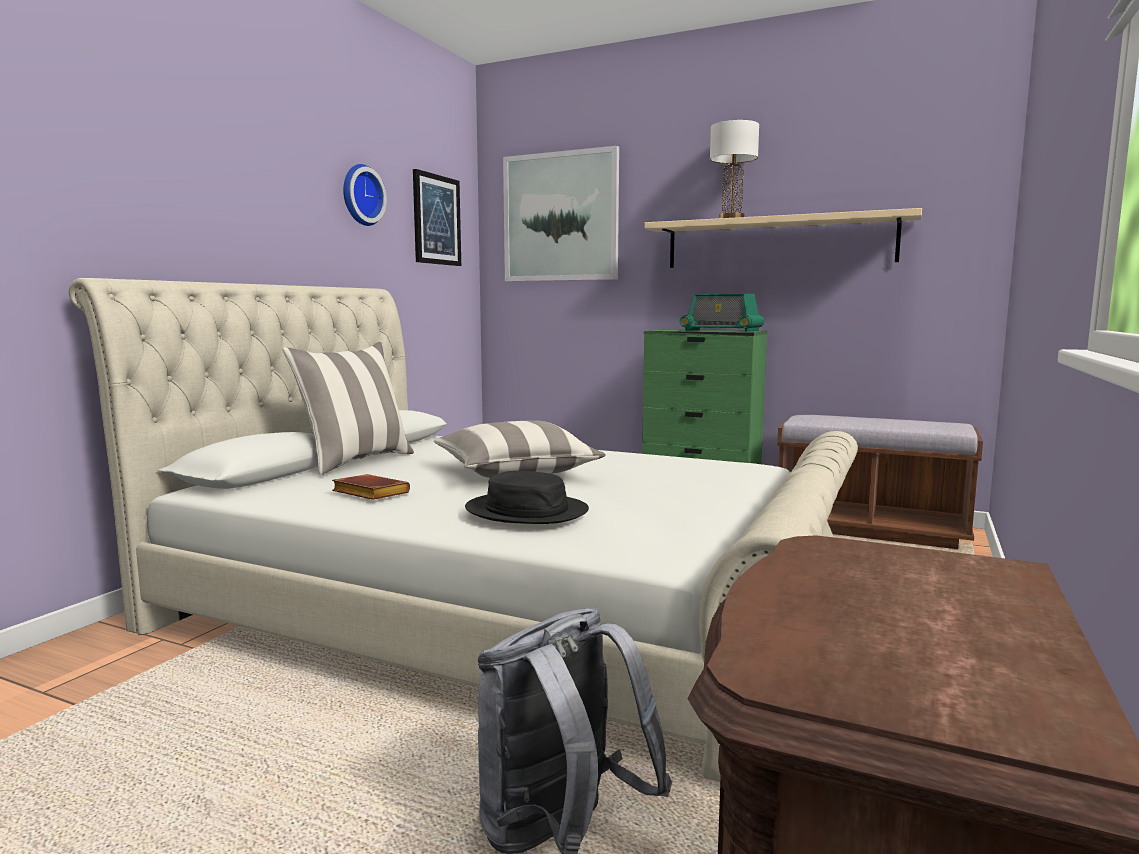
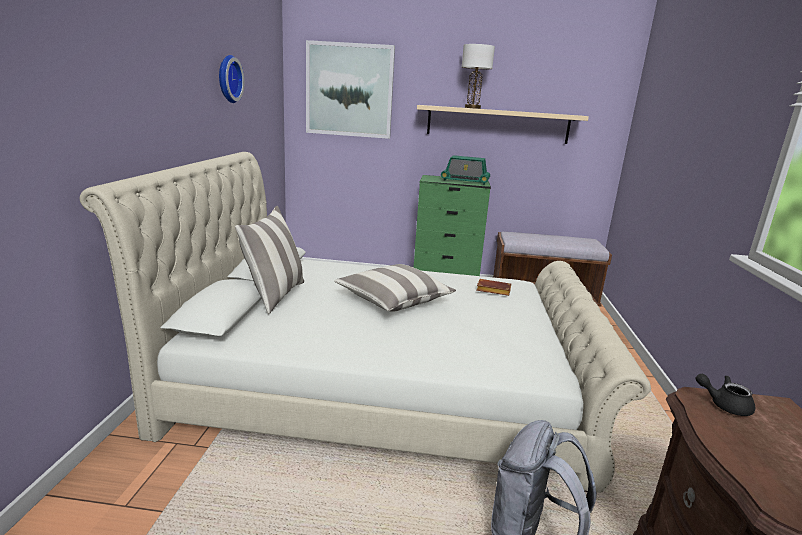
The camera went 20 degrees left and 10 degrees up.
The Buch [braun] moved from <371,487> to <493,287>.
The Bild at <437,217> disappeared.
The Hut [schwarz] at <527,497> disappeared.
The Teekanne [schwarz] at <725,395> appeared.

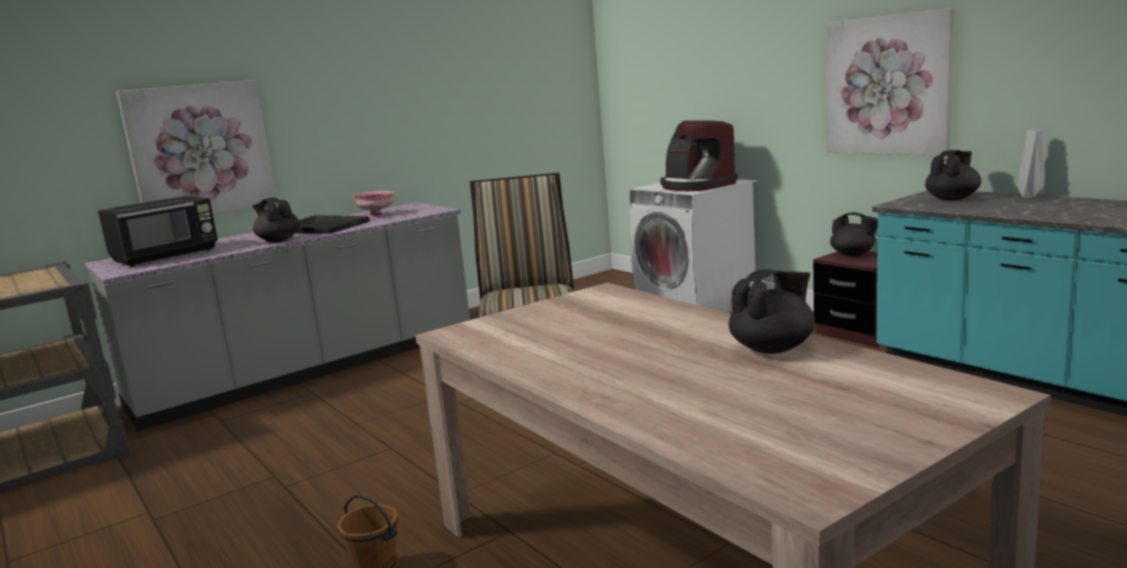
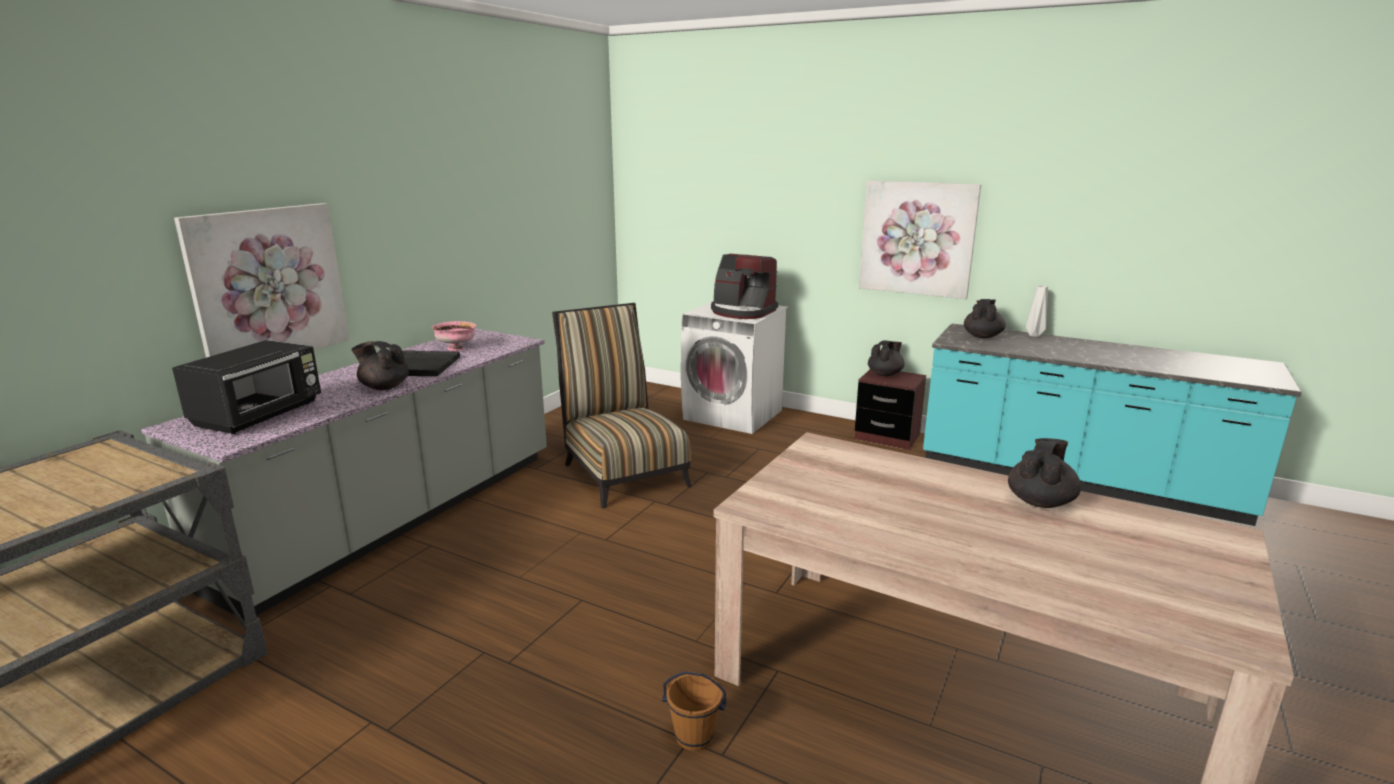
The camera went 25 degrees left and 5 degrees up.
The Teekanne [schwarz] at <854,234> turned 60 degrees counterclockwise.

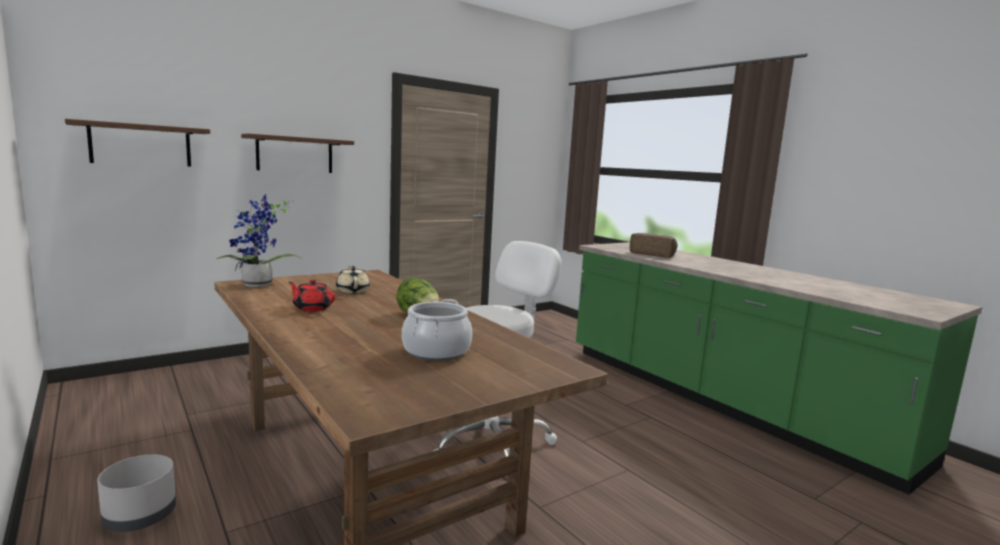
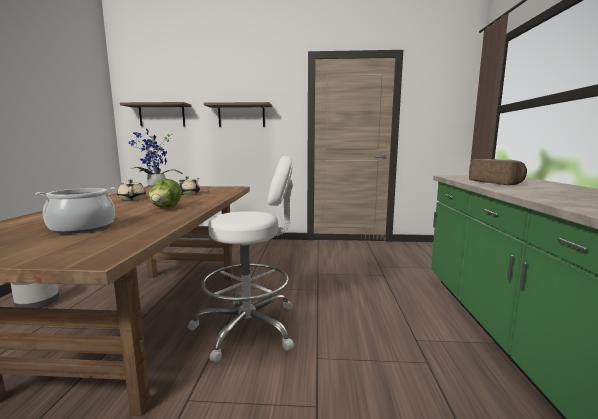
The camera went 40 degrees right and 0 degrees up.
The Teekanne [rot] at <312,296> became the Teekanne [beige] at <131,189>.

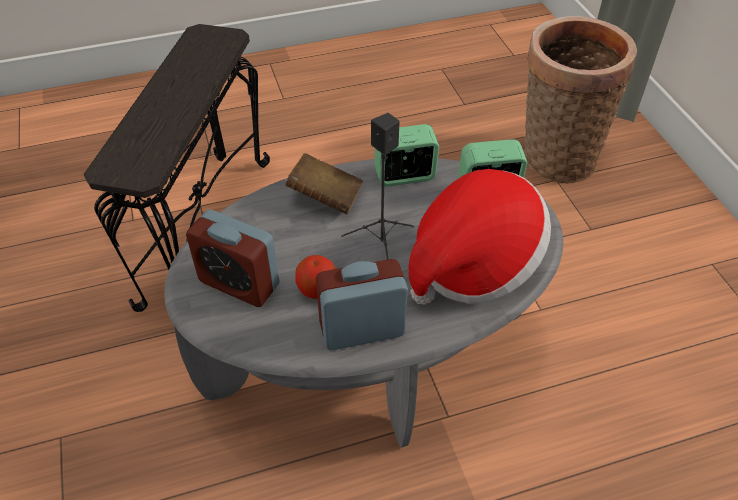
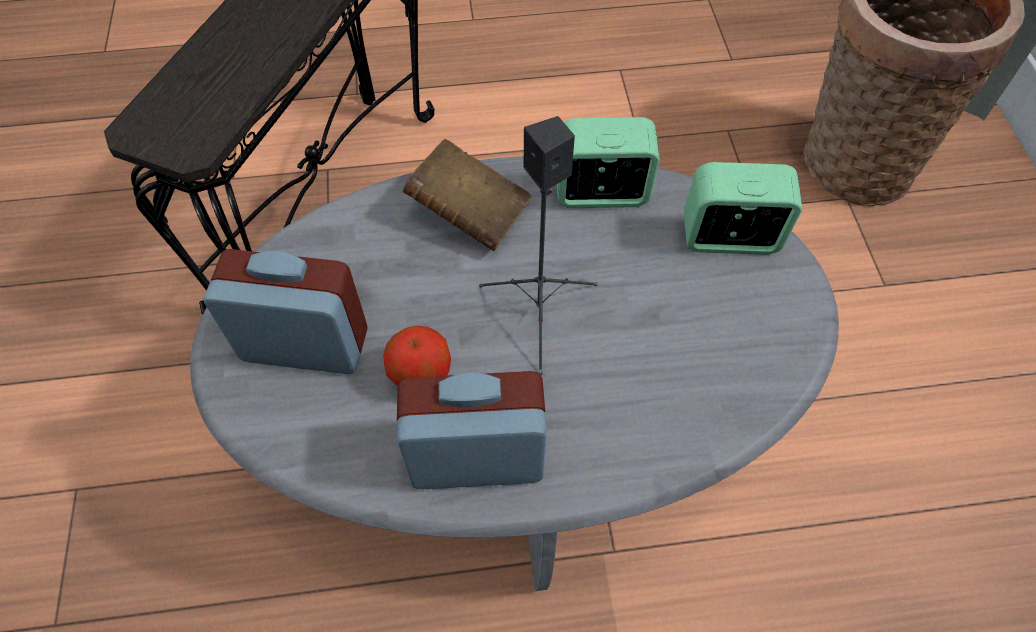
The camera went 10 degrees right and 10 degrees up.
The Wecker at <233,258> turned 150 degrees clockwise.
The Hut at <479,237> disappeared.

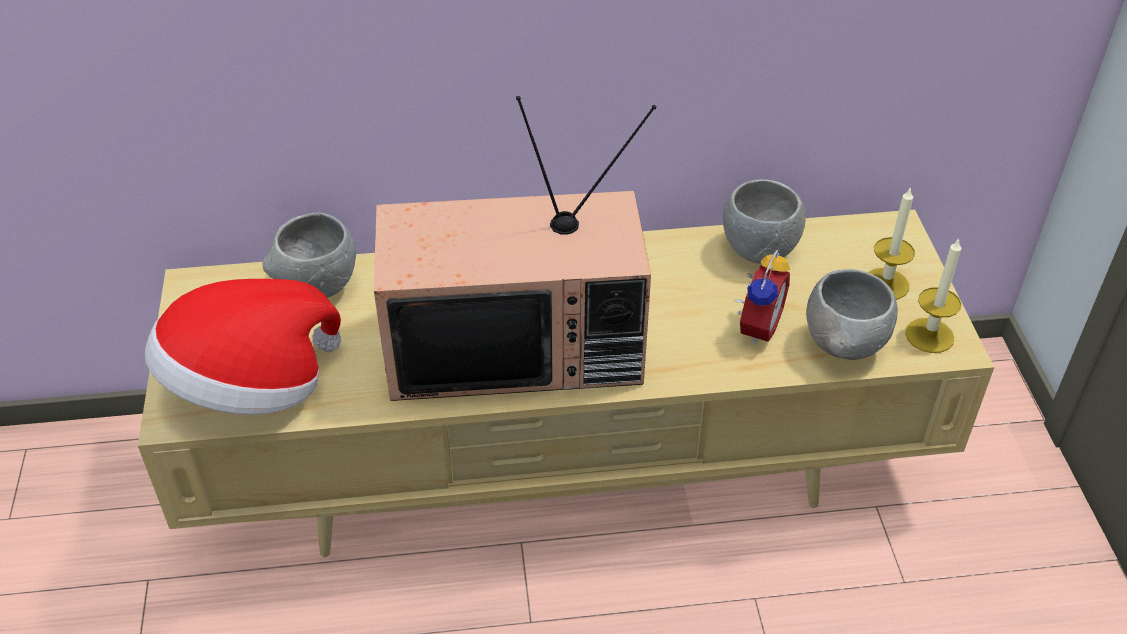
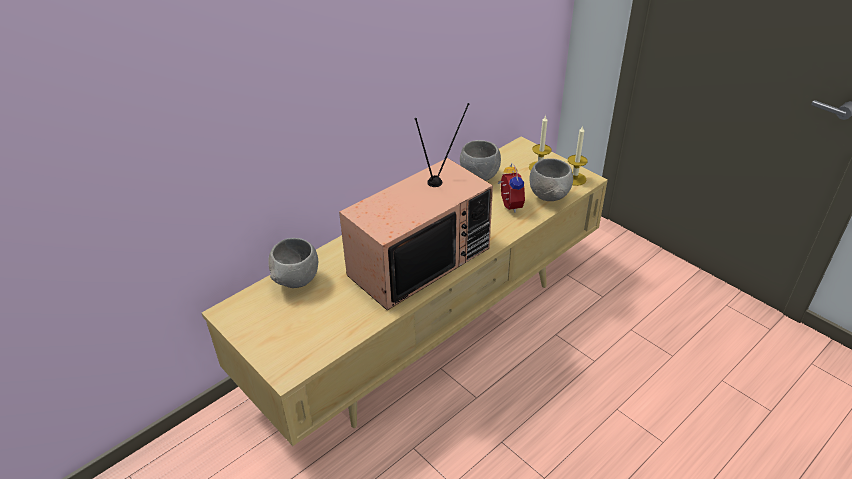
The camera went 35 degrees left and 5 degrees down.
The Hut at <243,347> disappeared.

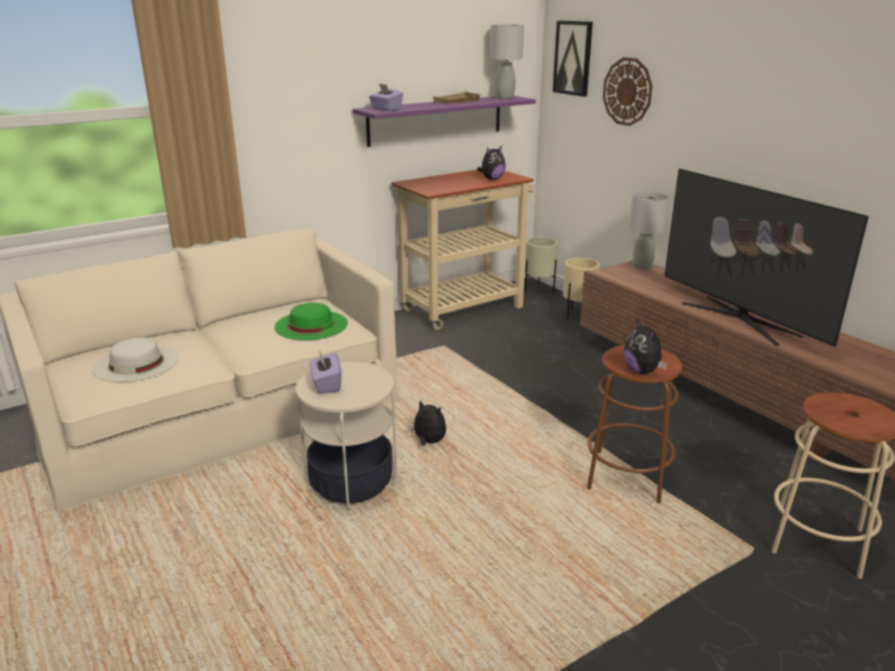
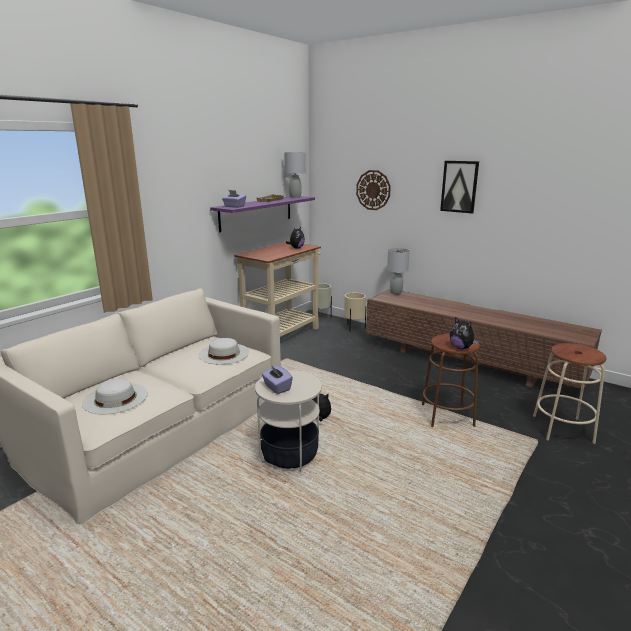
The camera went 20 degrees left and 5 degrees down.
The Hut [grün] at <311,321> became the Hut [weiß] at <223,351>.
The Bild moved from <573,58> to <459,187>.
The Fernseher at <766,258> disappeared.

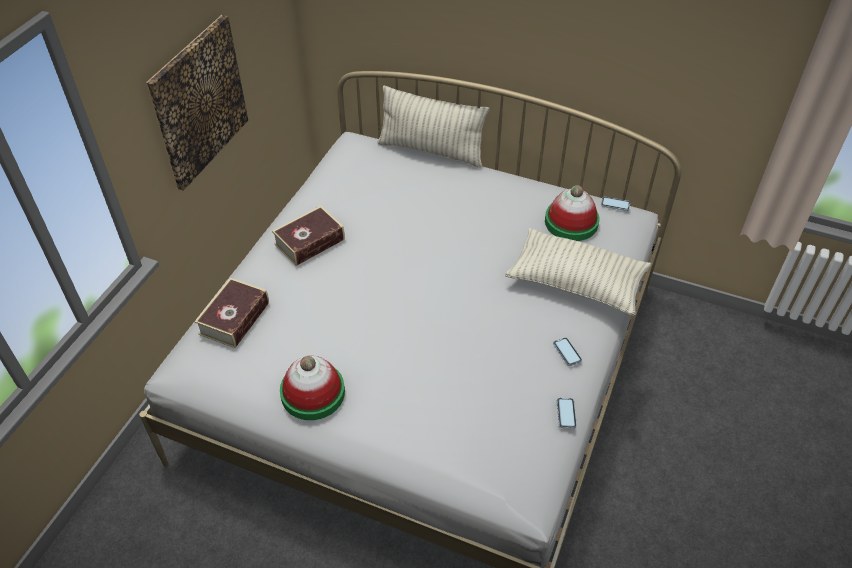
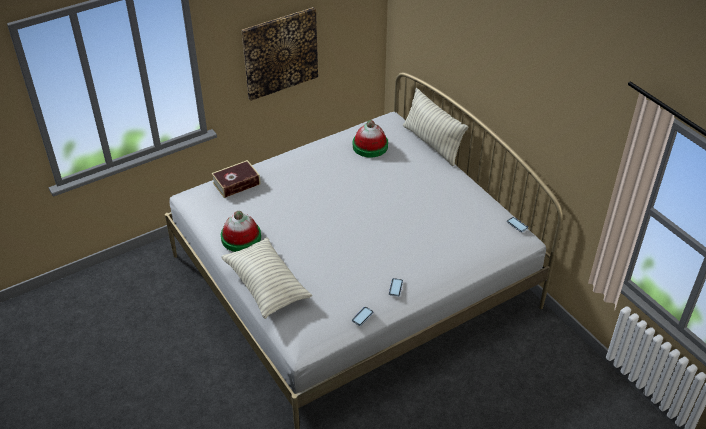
The camera went 35 degrees right and 5 degrees down.
The Buch at <308,236> disappeared.
The Kissen moved from <578,272> to <266,278>.
The Hut moved from <572,213> to <370,139>.

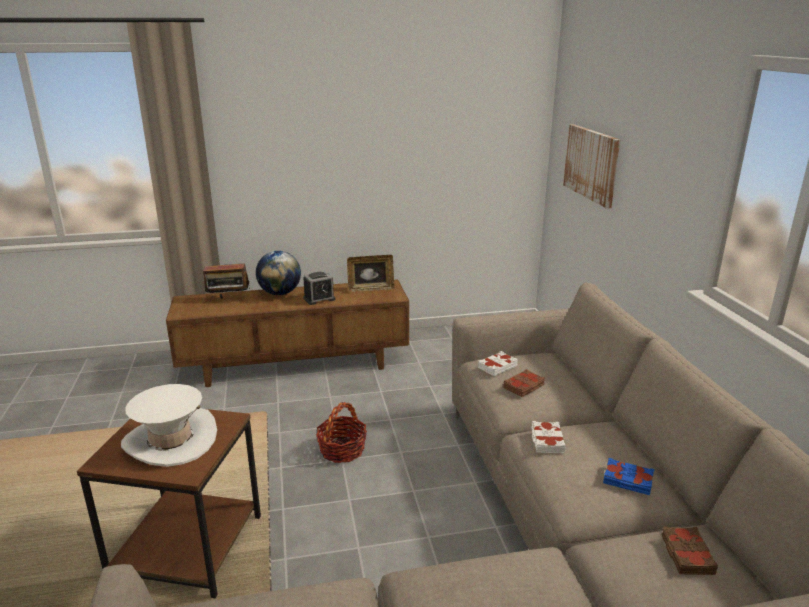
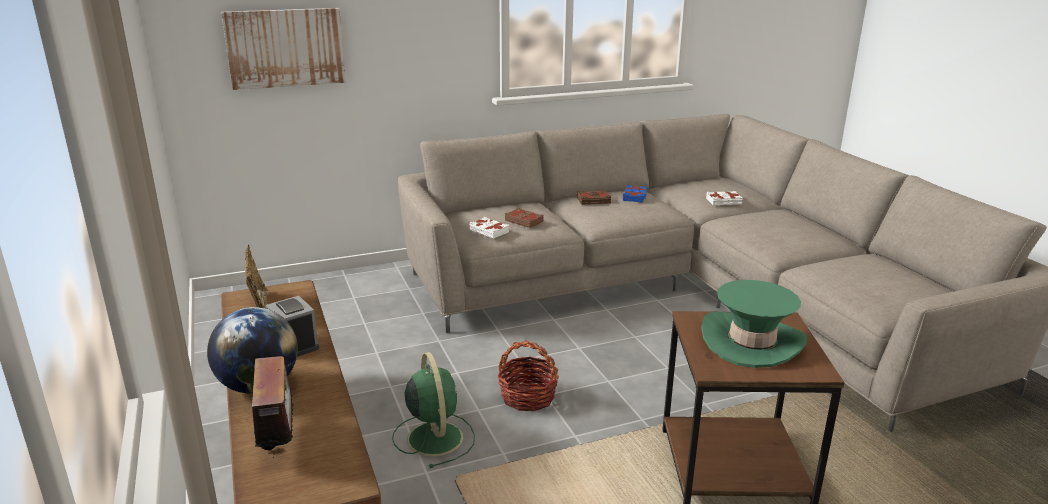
The camera went 100 degrees left and 0 degrees up.
The Hut [weiß] at <169,425> became the Hut [grün] at <754,324>.
The Buch [weiß] moved from <548,437> to <724,198>.
The Buch [braun] moved from <690,551> to <594,197>.
The Ventilator [grün] at <433,410> appeared.

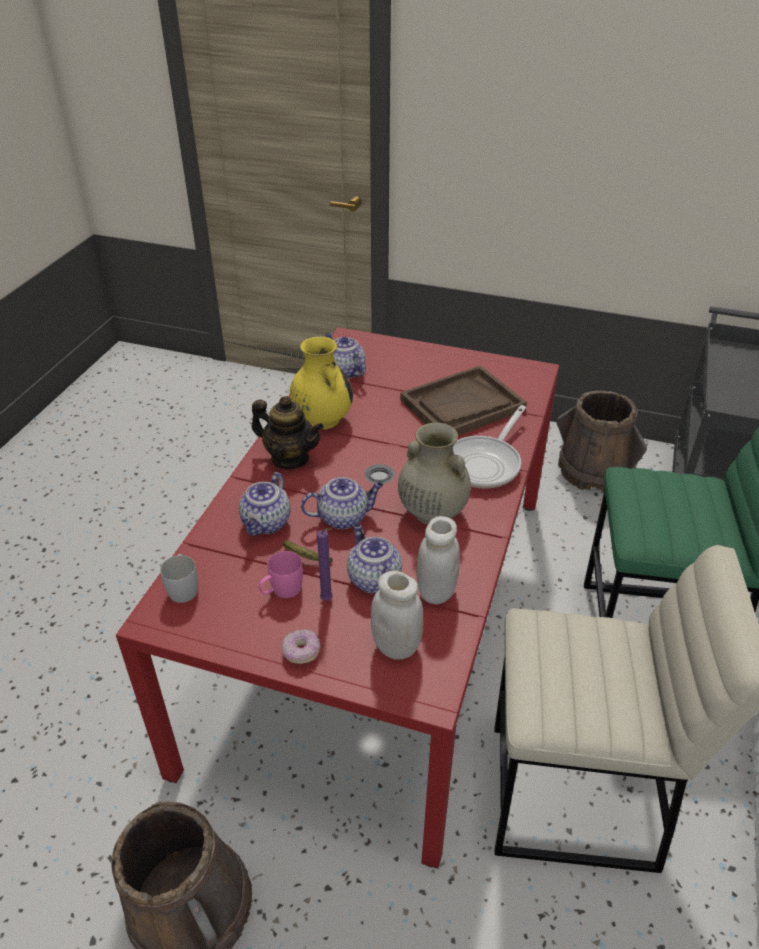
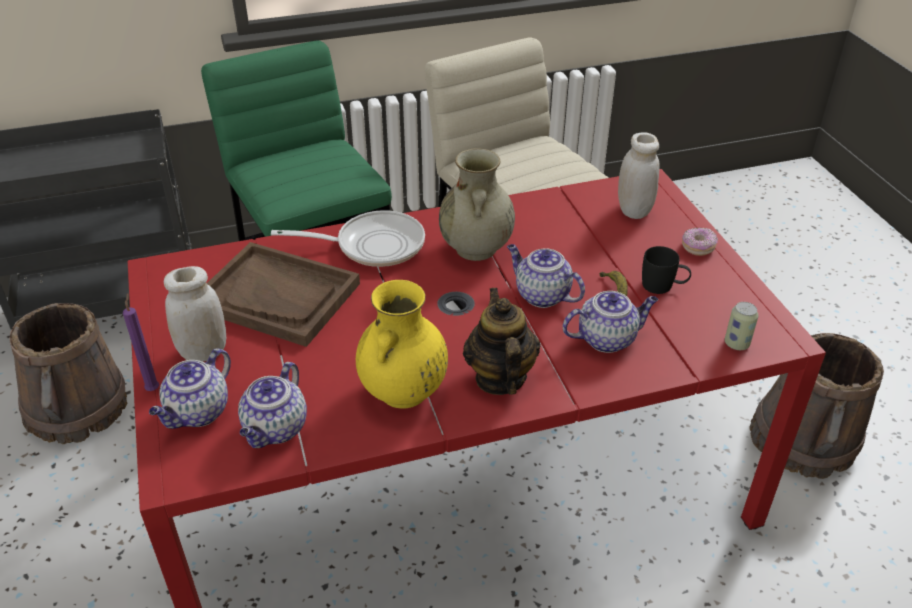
The camera went 125 degrees left and 0 degrees up.
The Henkelbecher [weiß] at <179,578> was replaced by the Dose at <742,326>.
The Henkelbecher [rosa] at <281,574> became the Henkelbecher [schwarz] at <666,270>.
The Kerze [lila] moved from <325,564> to <141,342>.
The Teekanne moved from <374,558> to <190,388>.
The Vorratsglas [weiß] moved from <438,560> to <195,314>.

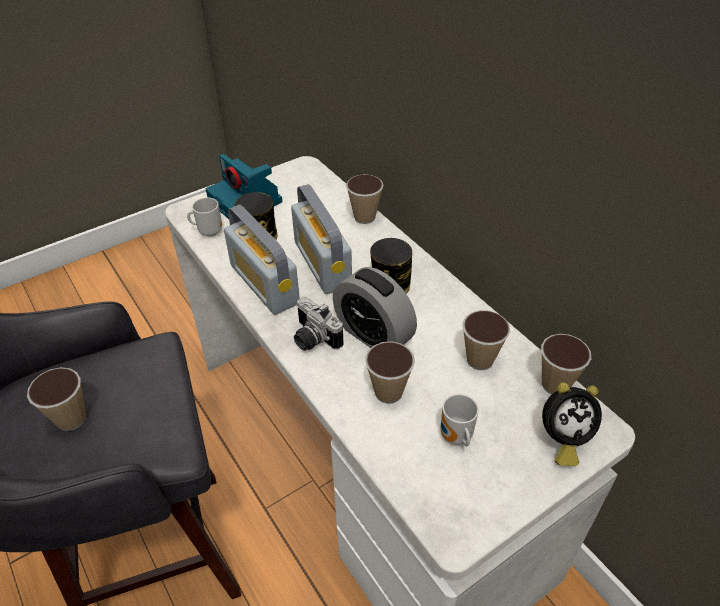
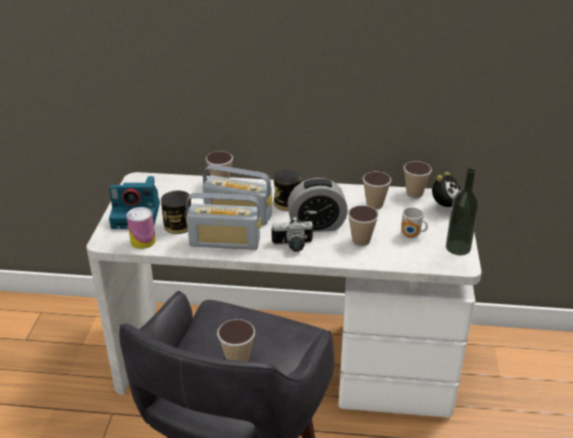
The camera went 50 degrees left and 10 degrees down.
The Henkelbecher at <204,217> was replaced by the Dose at <141,228>.
The Flasche at <462,211> appeared.

